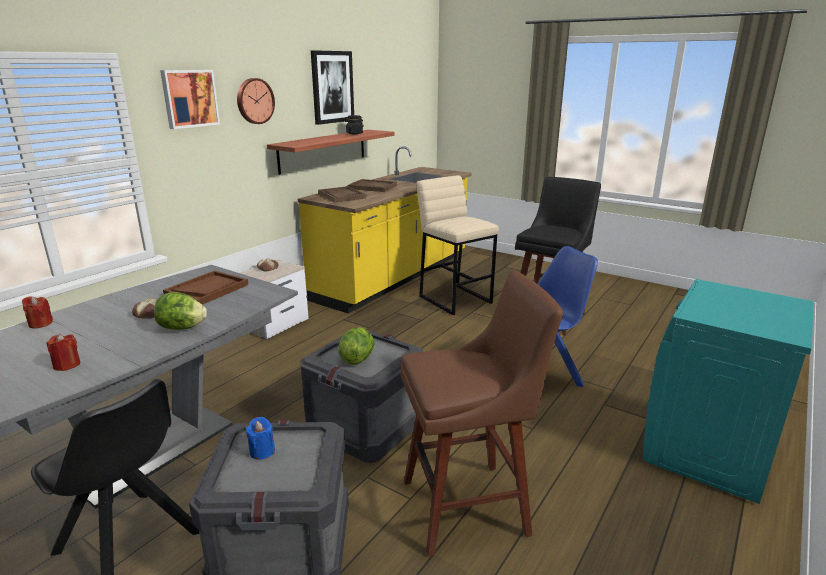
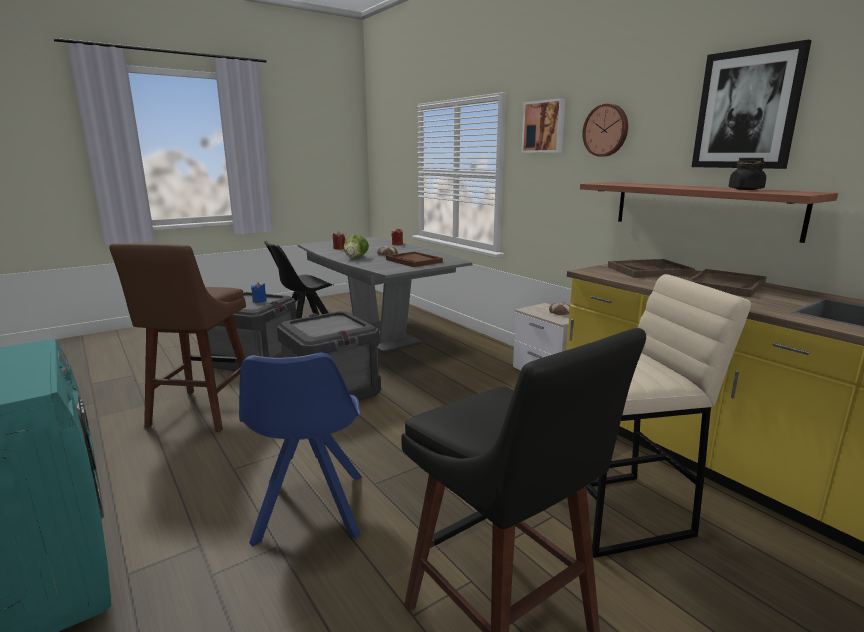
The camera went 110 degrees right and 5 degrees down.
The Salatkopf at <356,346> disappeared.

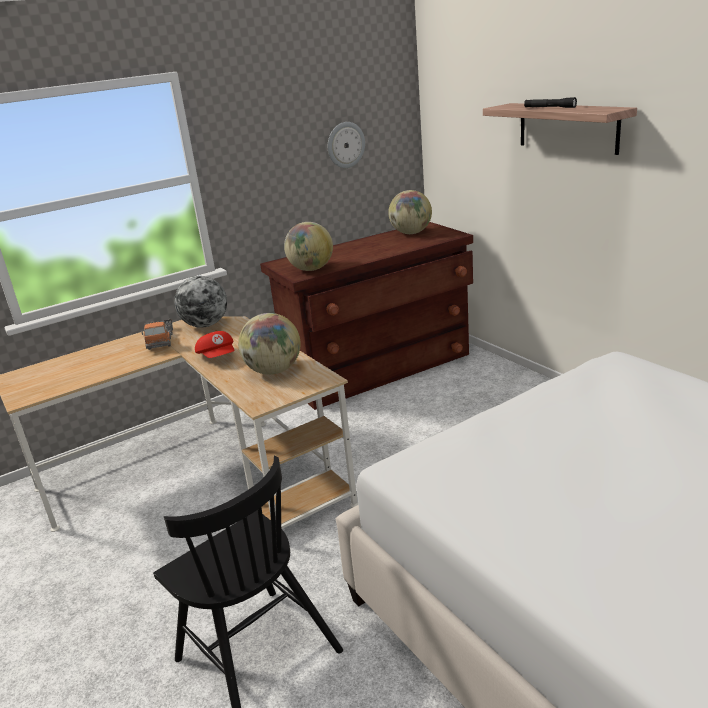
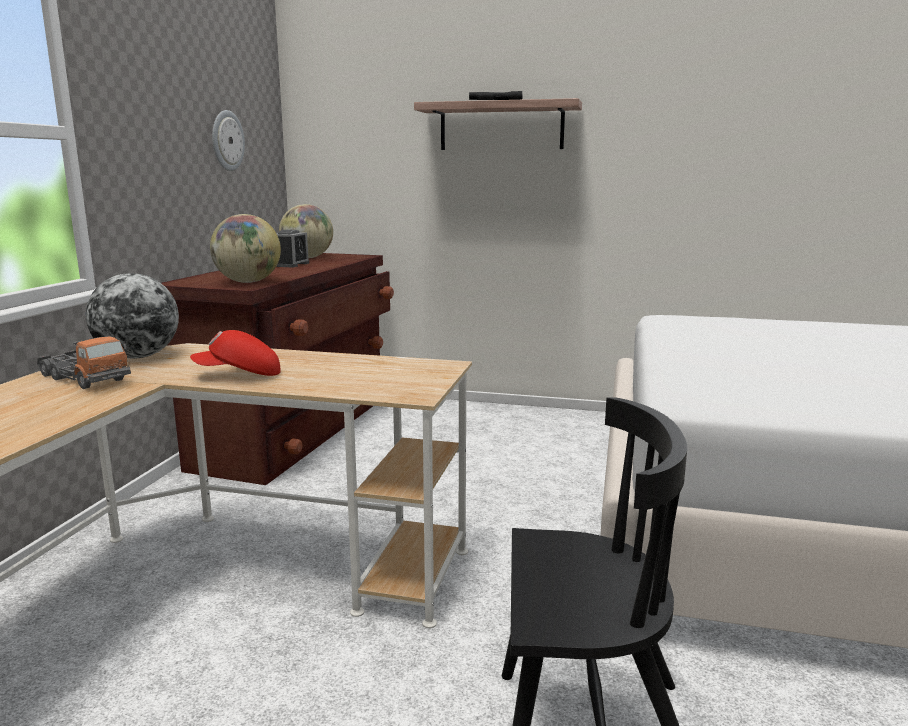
The camera went 45 degrees left and 10 degrees down.
The Kappe [rot] at <215,344> turned 150 degrees clockwise.
The Globus at <269,344> disappeared.
The Wecker at <292,248> appeared.

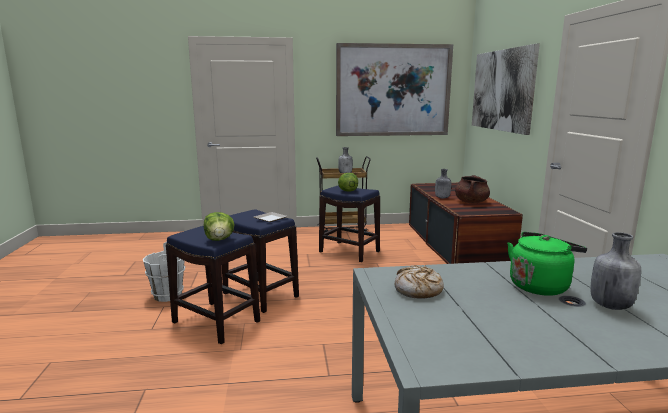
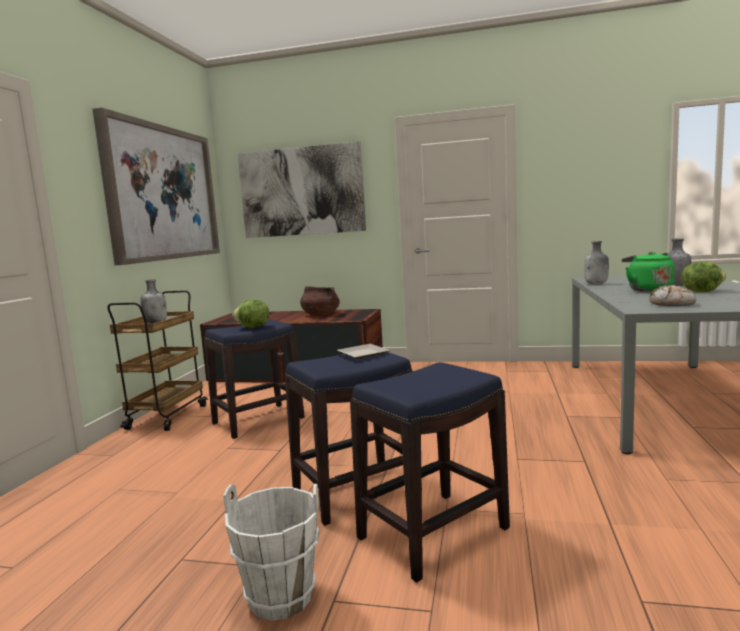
The camera went 70 degrees left and 5 degrees down.
The Salatkopf moved from <219,226> to <703,276>.
The Flasche [grau] moved from <443,183> to <596,262>.

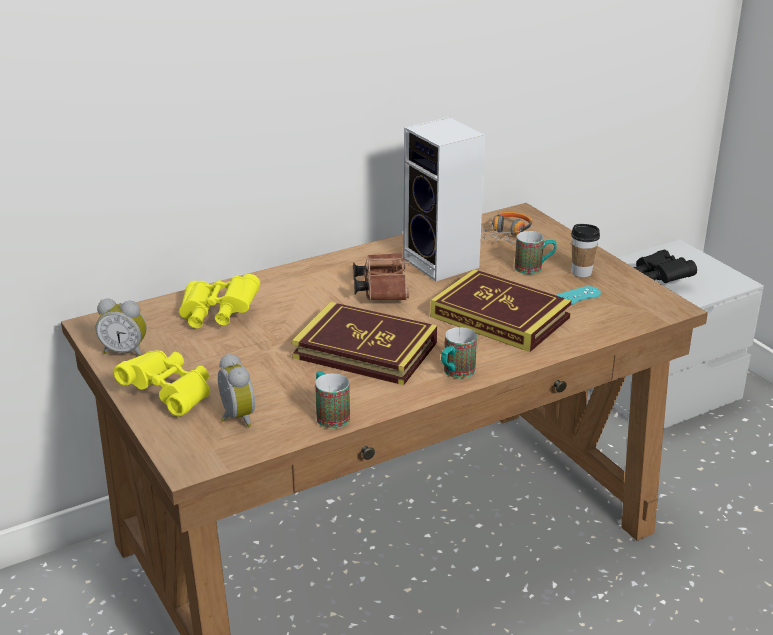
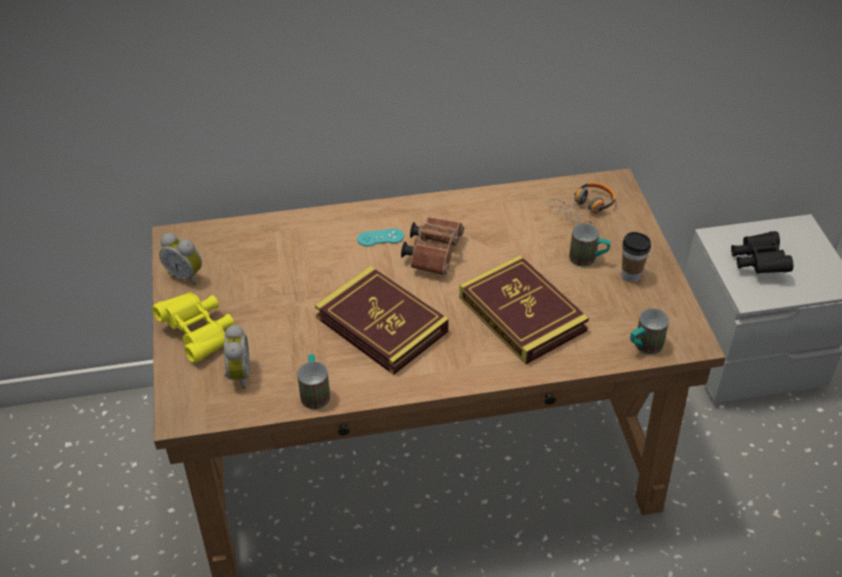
The camera went 20 degrees right and 15 degrees up.
The Fernglas [gelb] at <219,301> disappeared.
The Lautsprecher at <444,199> disappeared.
The Henkelbecher moved from <459,353> to <649,332>.
The Gamepad [türkis] moved from <578,295> to <380,237>.

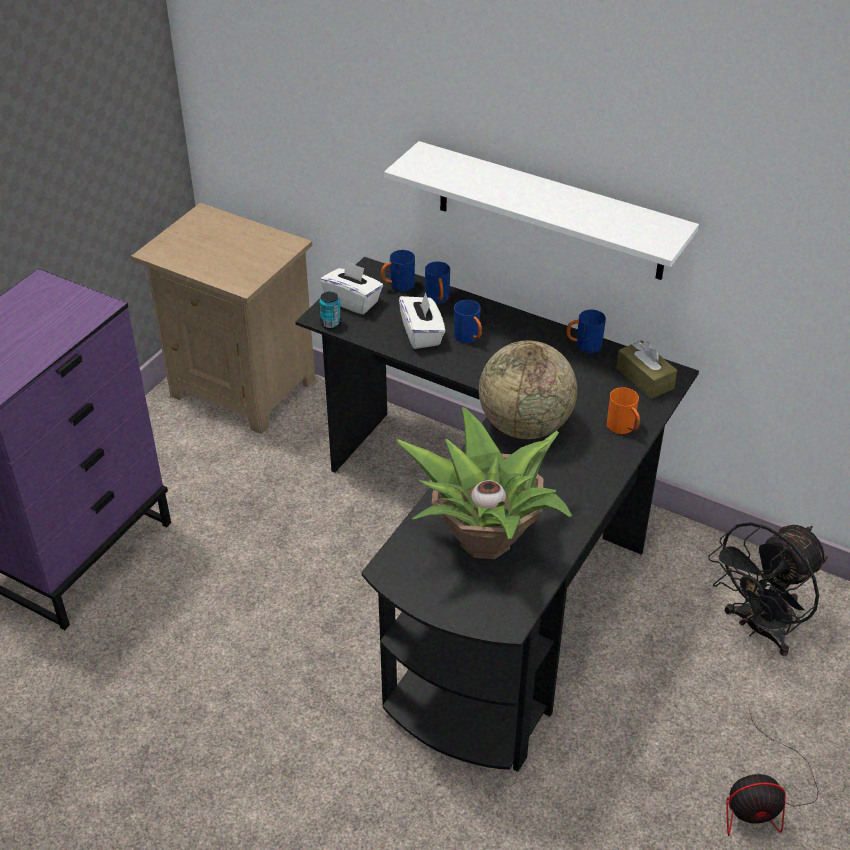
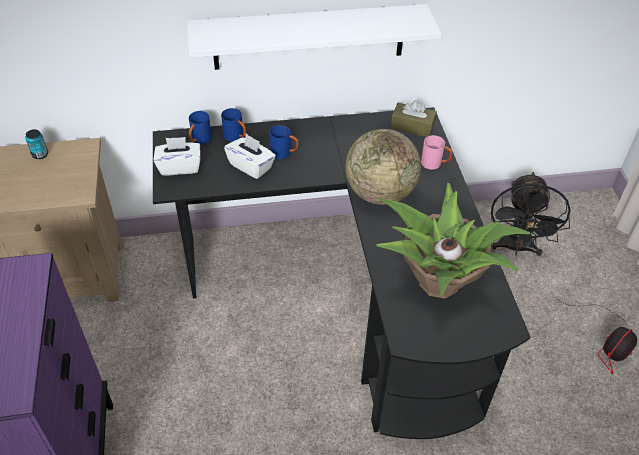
The camera went 40 degrees left and 5 degrees up.
The Dose moved from <330,310> to <36,144>.
The Henkelbecher [blau] at <586,331> disappeared.
The Henkelbecher [orange] at <623,410> became the Henkelbecher [rosa] at <436,152>.

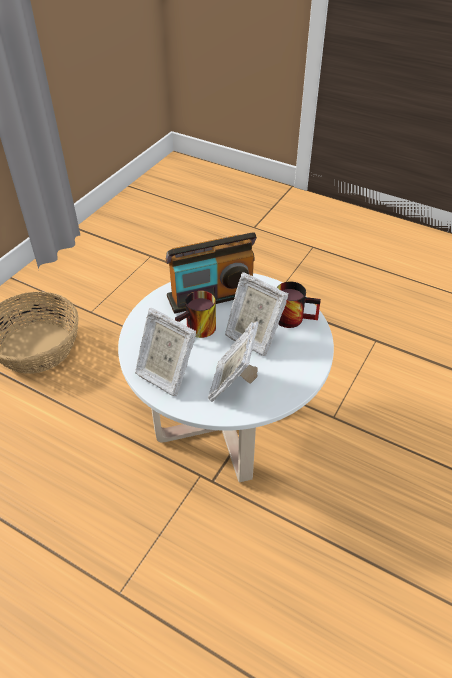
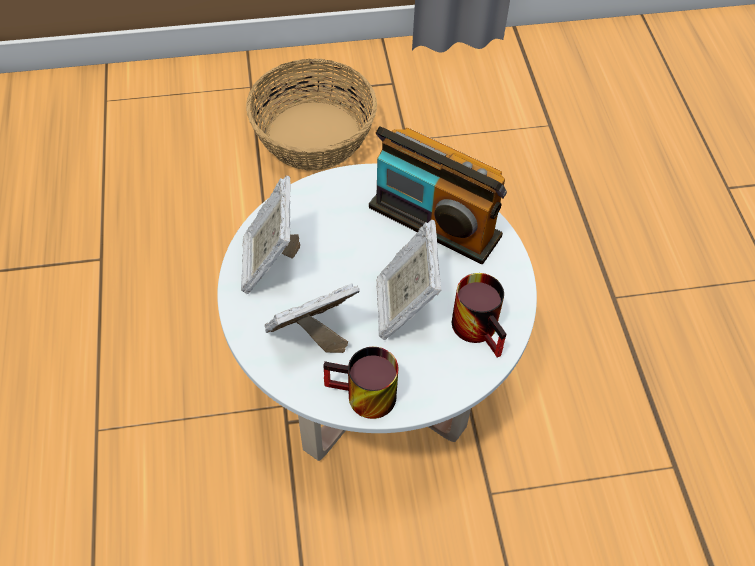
The camera went 50 degrees right and 10 degrees up.
The Henkelbecher moved from <195,314> to <360,383>.

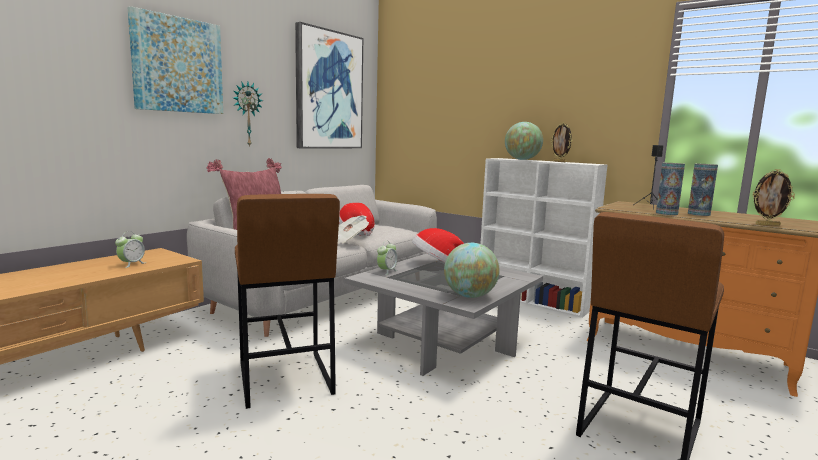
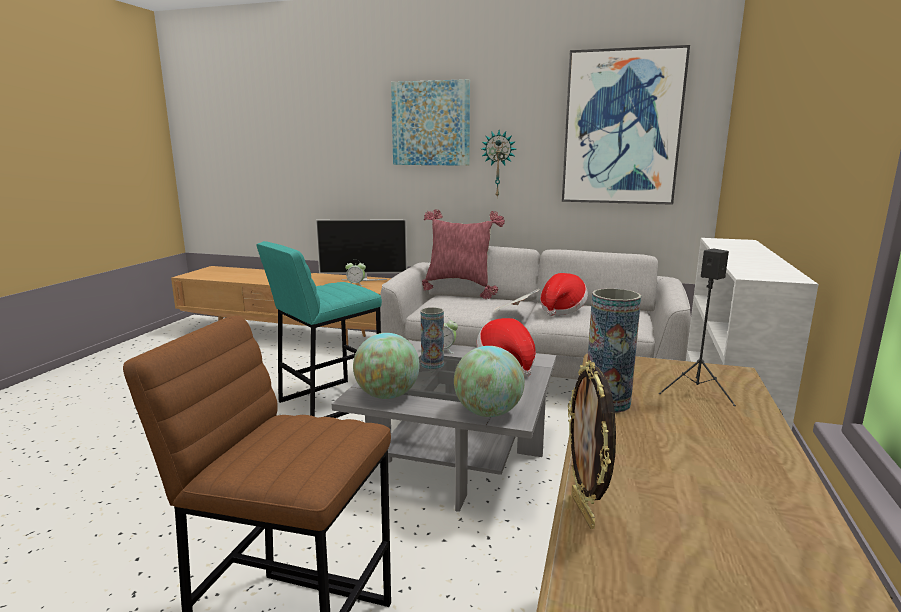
The camera went 70 degrees right and 5 degrees up.
The Hocker [braun] at <287,301> became the Hocker [türkis] at <319,329>.
The Globus moved from <524,141> to <489,381>.
The Bilderrahmen at <561,142> disappeared.
The Vase moved from <703,190> to <432,338>.
The Fernseher at <361,250> appeared.

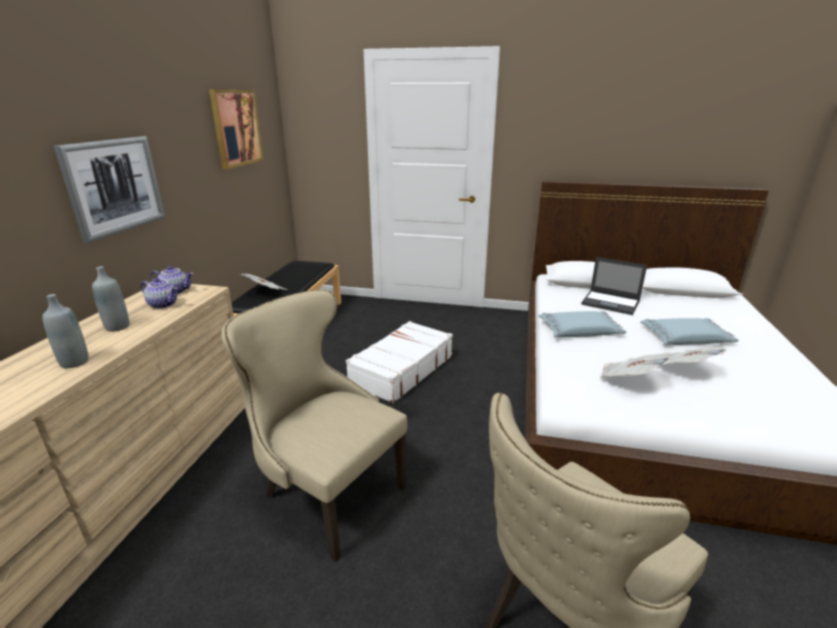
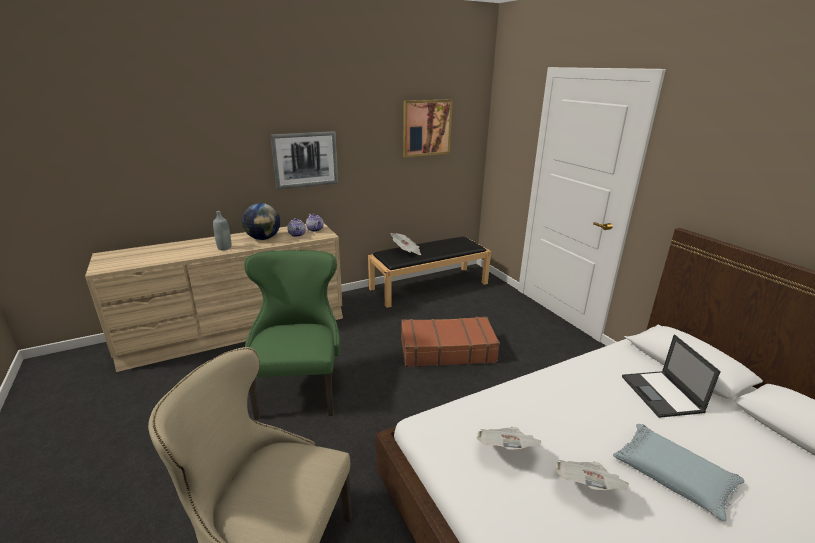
The camera went 50 degrees right and 0 degrees up.
The Flasche [grau] at <110,299> was replaced by the Globus at <261,221>.
The Stuhl [beige] at <314,426> became the Stuhl [grün] at <292,335>.
The Koffer [weiß] at <399,362> became the Koffer [braun] at <450,342>.
The Kissen [blau] at <582,324> disappeared.

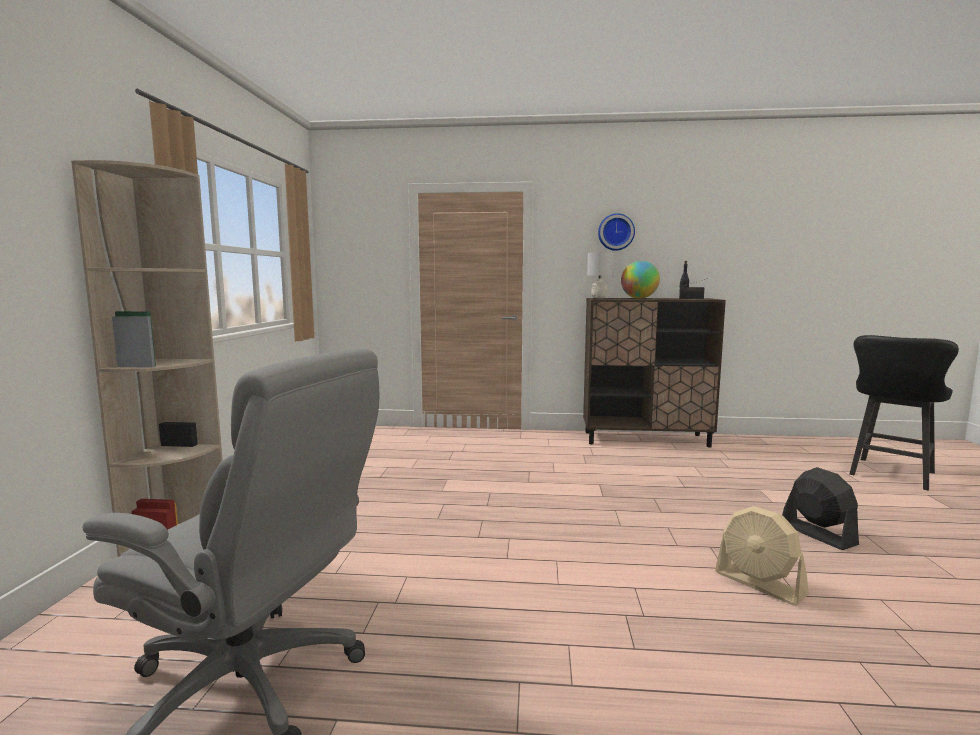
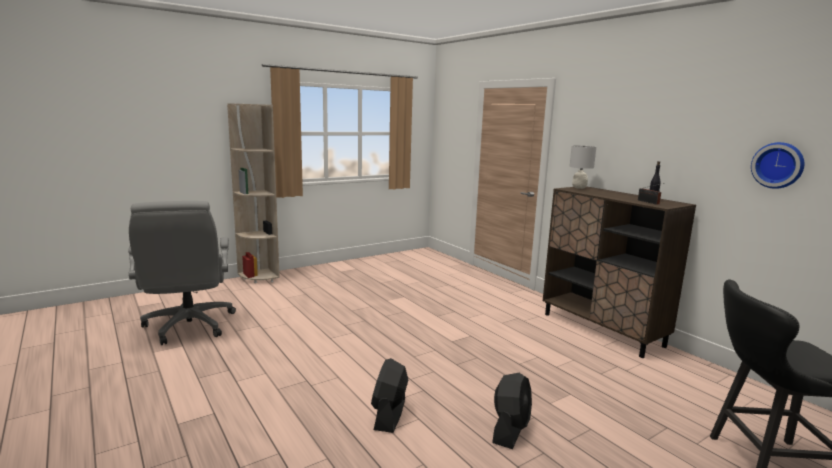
The camera went 50 degrees right and 5 degrees up.
The Wanduhr moved from <616,232> to <778,165>.
The Globus at <640,280> disappeared.
The Ventilator [beige] at <762,556> became the Ventilator [schwarz] at <389,395>.

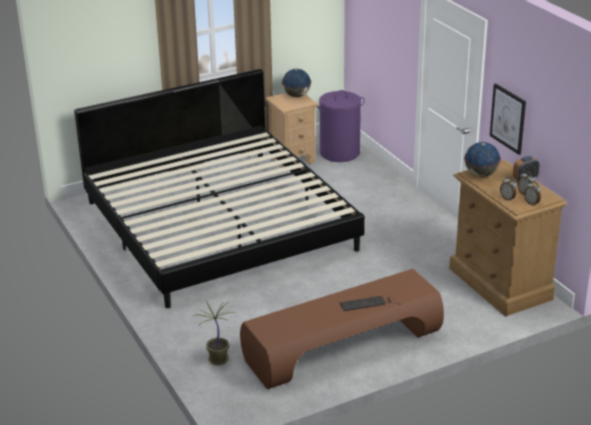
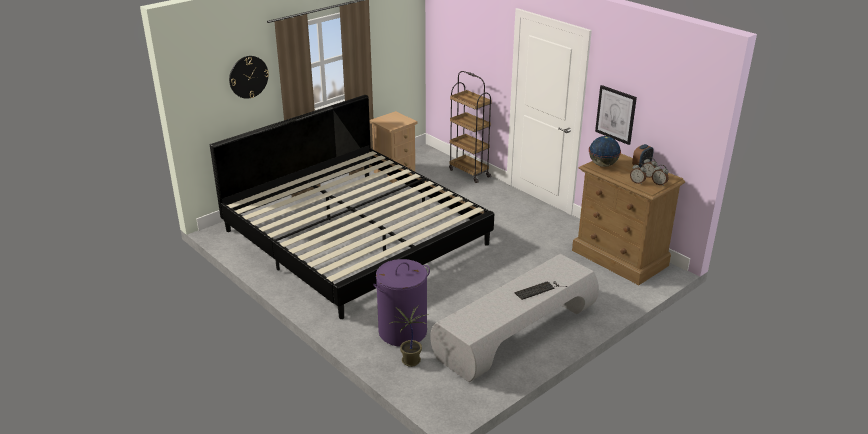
The camera went 15 degrees left and 0 degrees up.
The Bank [braun] at <342,329> became the Bank [grau] at <514,318>.
The Globus at <296,83> disappeared.
The Wäschekorb [lila] moved from <341,126> to <401,303>.
The Wanduhr at <249,77> appeared.
The Rollwagen [braun] at <470,127> appeared.

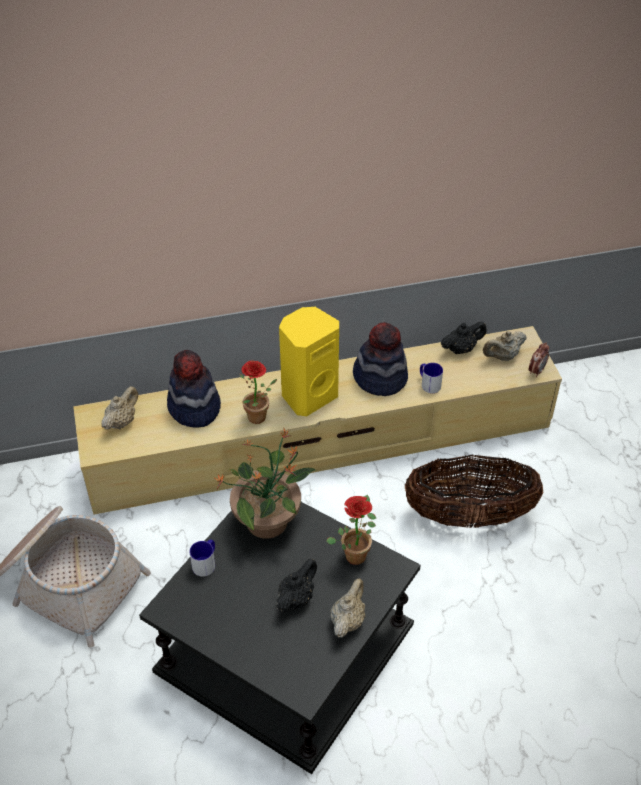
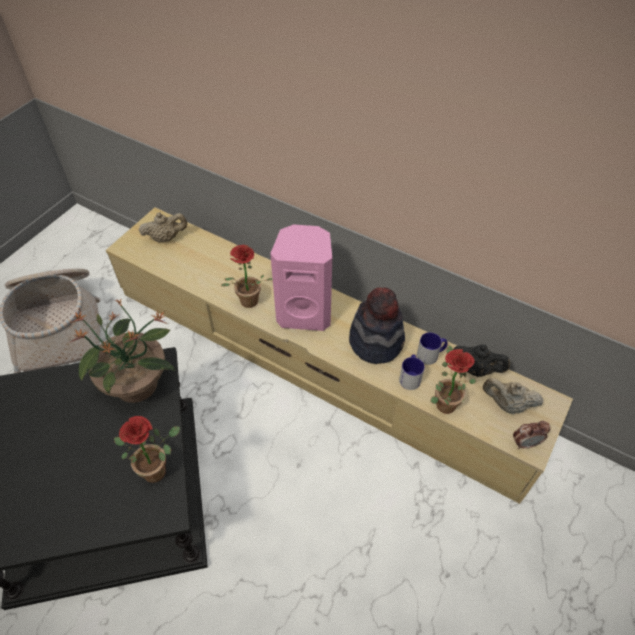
The camera went 45 degrees right and 5 degrees up.
The Hut at <194,389> disappeared.
The Henkelbecher moved from <202,558> to <432,348>.
The Teekanne [schwarz] at <297,585> disappeared.
The Lautsprecher [gelb] at <309,361> became the Lautsprecher [rosa] at <301,278>.
The Teekanne [beige] at <348,608> disappeared.
The Korb at <474,491> disappeared.
The Topfpflanze at <454,379> appeared.

